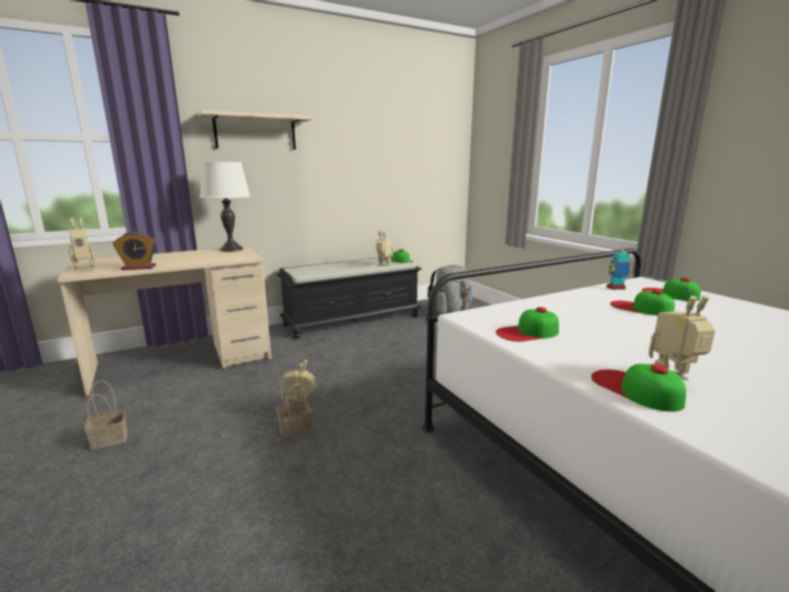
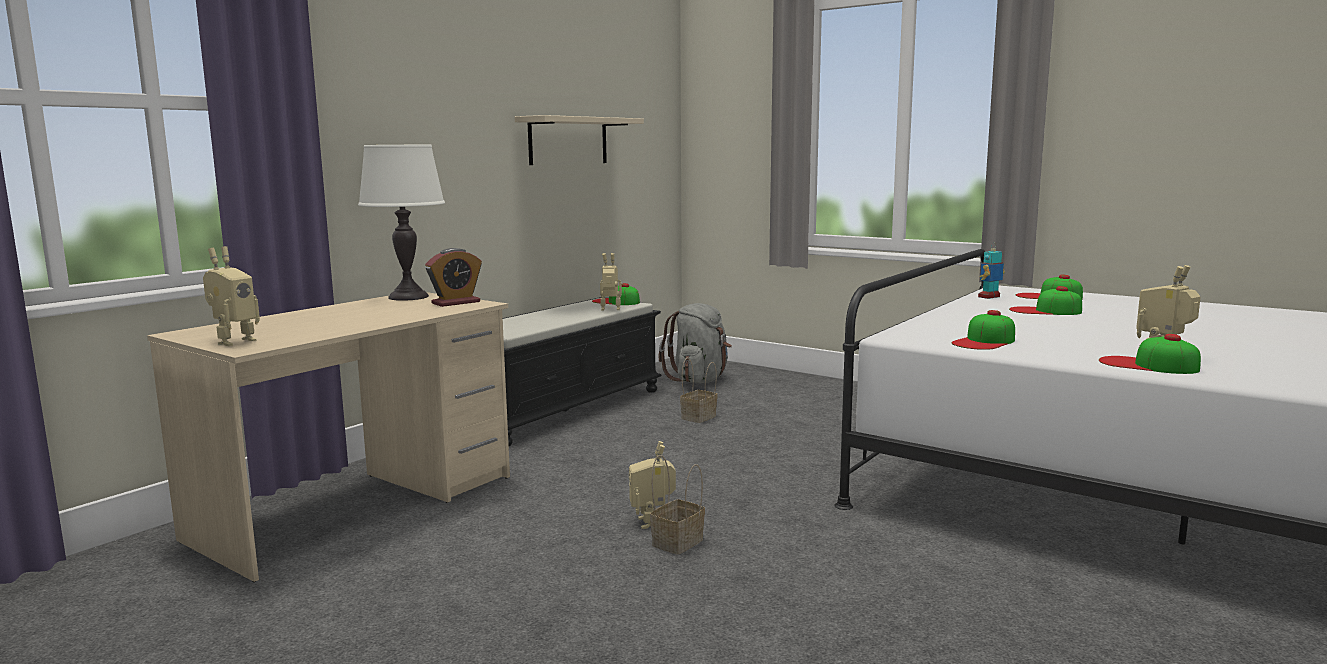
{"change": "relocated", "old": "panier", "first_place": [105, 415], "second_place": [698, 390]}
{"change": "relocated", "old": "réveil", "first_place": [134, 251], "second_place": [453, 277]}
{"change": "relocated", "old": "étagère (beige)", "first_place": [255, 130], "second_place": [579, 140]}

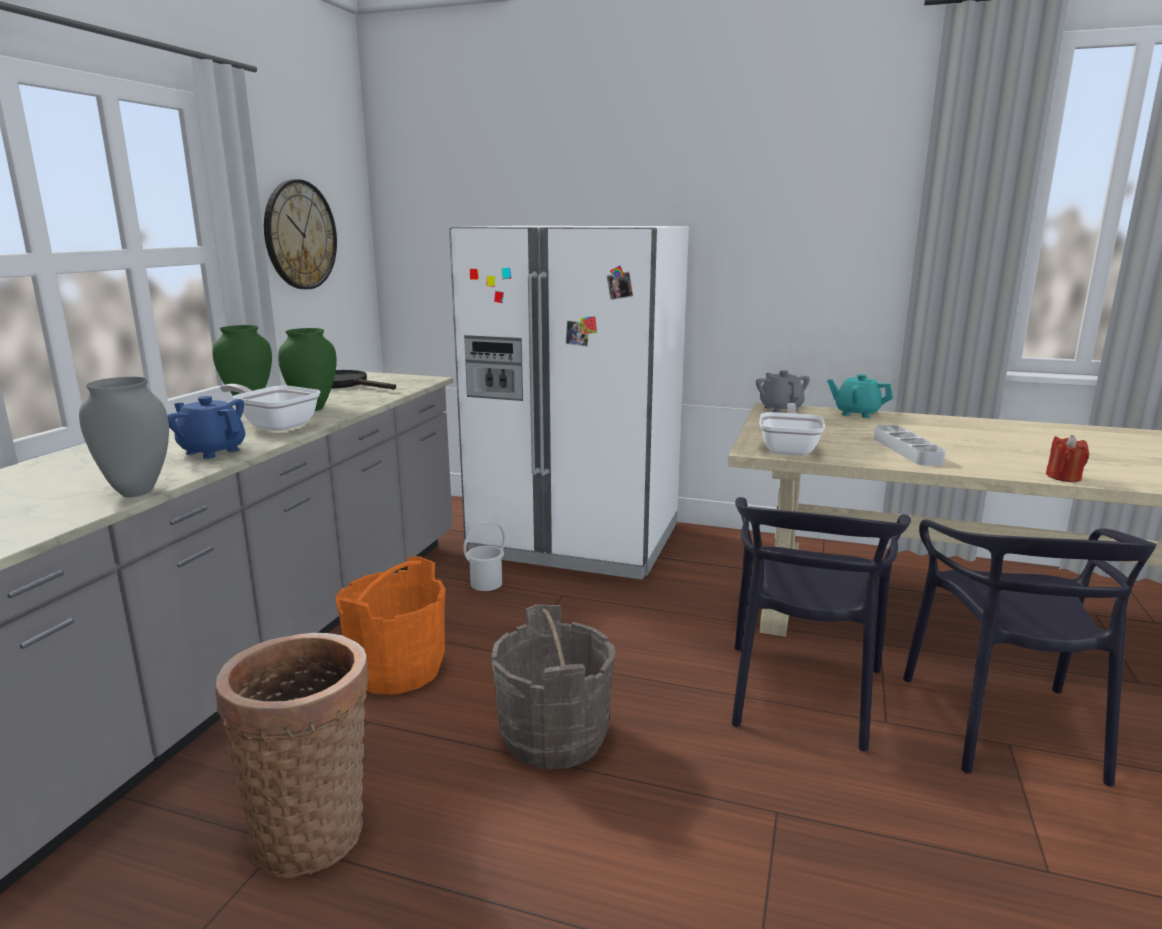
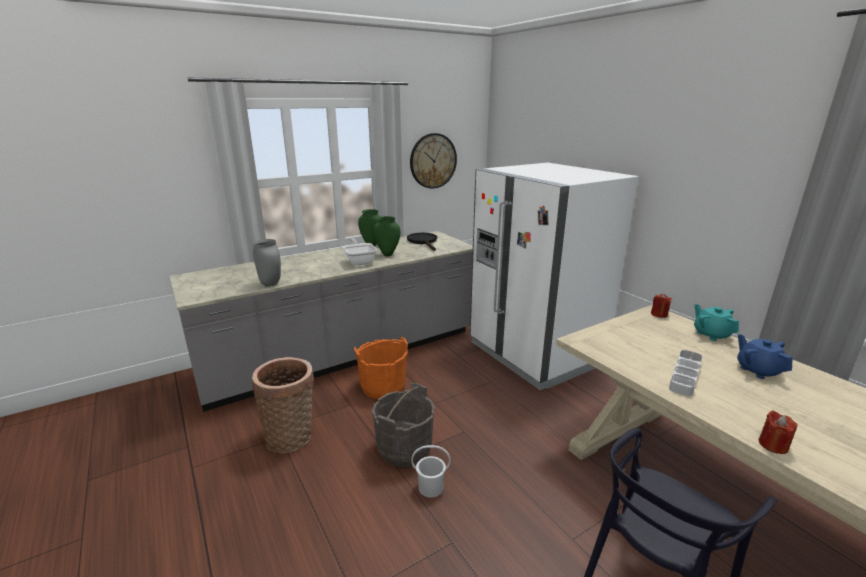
{"change": "relocated", "old": "théière (bleu)", "first_place": [206, 427], "second_place": [765, 356]}
{"change": "relocated", "old": "seau (blanc)", "first_place": [484, 556], "second_place": [431, 471]}
{"change": "missing", "old": "chaise (noir)", "first_place": [821, 624]}
{"change": "exchanged", "old": "théière (gris)", "new": "bougie (rouge)", "first_place": [783, 391], "second_place": [661, 306]}
{"change": "missing", "old": "poêle", "first_place": [792, 429]}

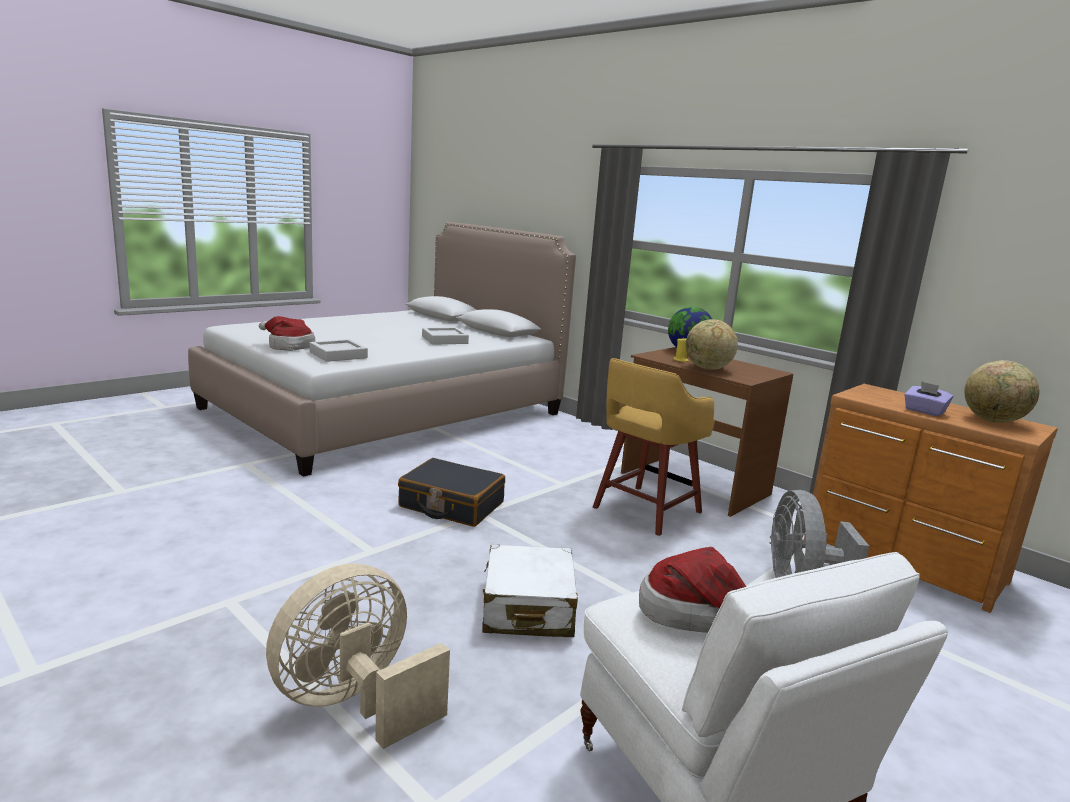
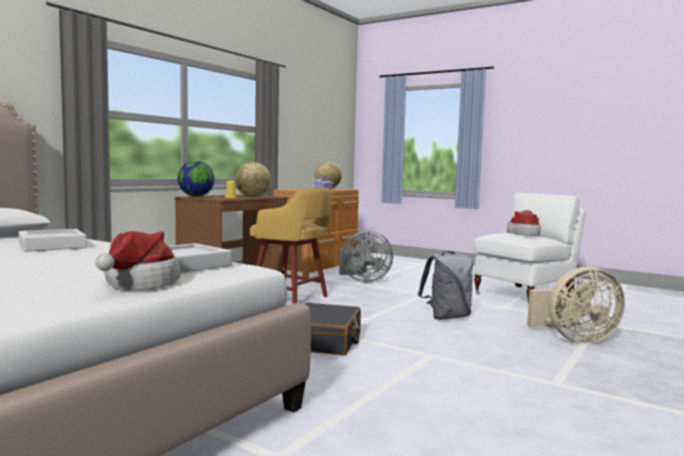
{"change": "spun", "old": "ventilateur (beige)", "first_place": [358, 656], "second_place": [576, 304], "degrees": -45}
{"change": "exchanged", "old": "valise (blanc)", "new": "sac à dos (gris)", "first_place": [530, 590], "second_place": [445, 285]}

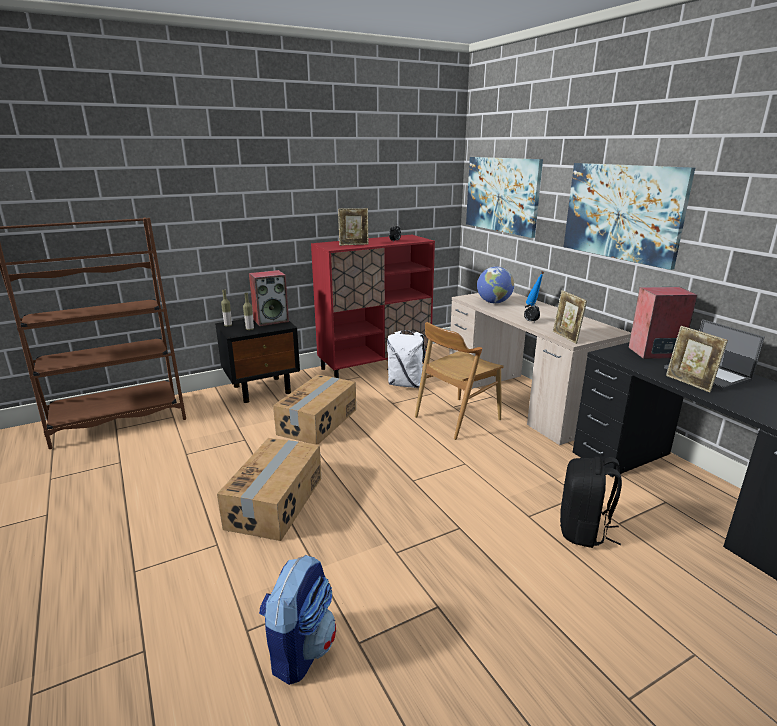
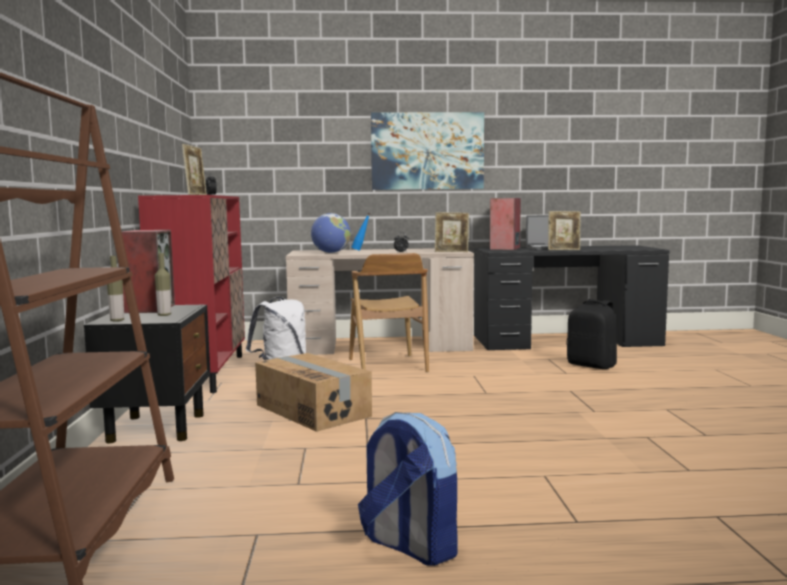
{"change": "missing", "old": "carton", "first_place": [269, 489]}
{"change": "relocated", "old": "sac à dos", "first_place": [297, 620], "second_place": [408, 489]}
{"change": "missing", "old": "tableau", "first_place": [504, 197]}

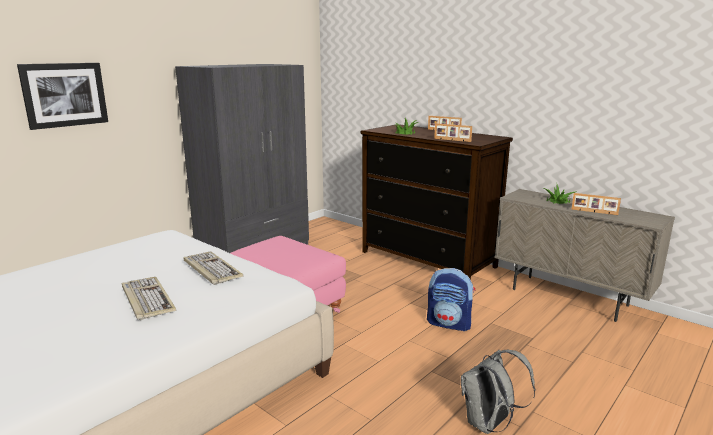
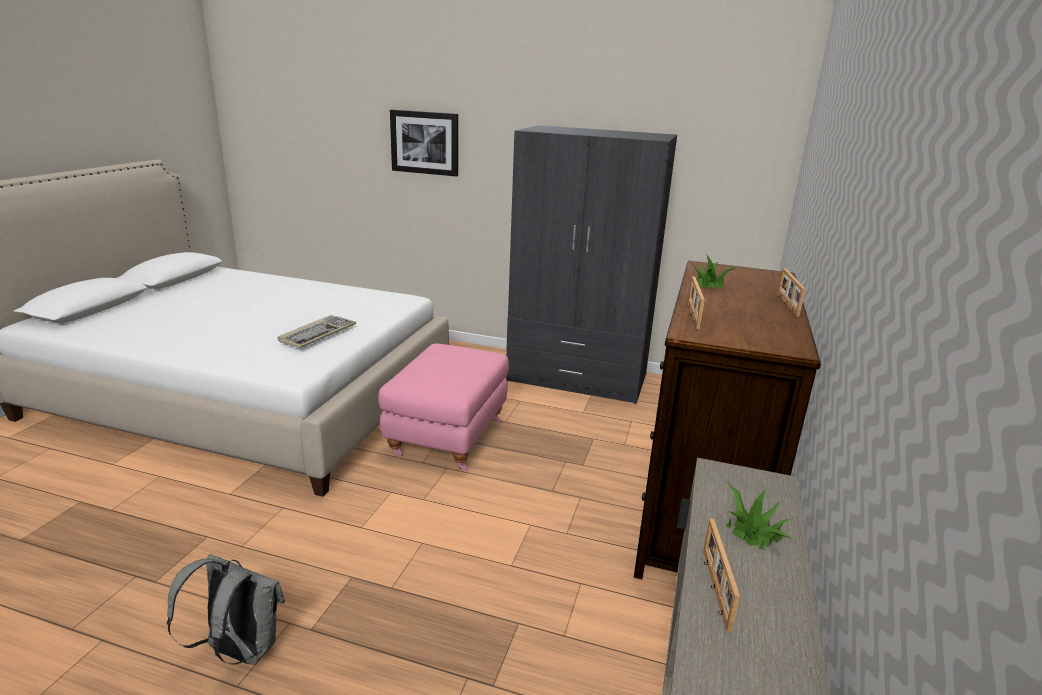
{"change": "missing", "old": "clavier", "first_place": [149, 298]}
{"change": "missing", "old": "sac à dos", "first_place": [451, 299]}

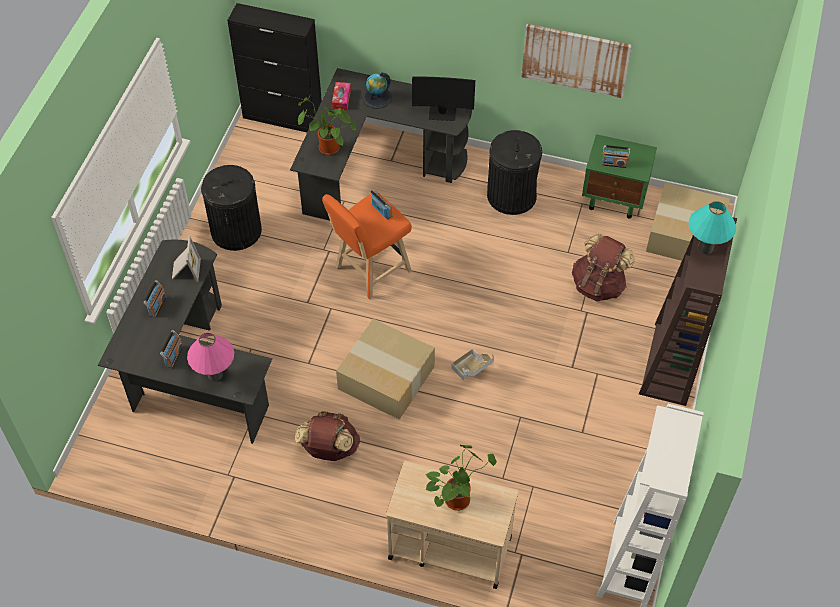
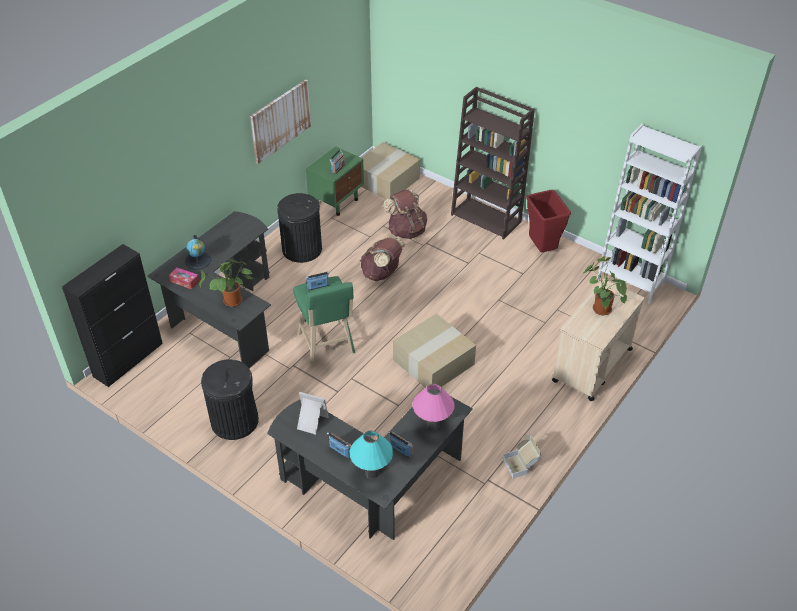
{"change": "relocated", "old": "sac à dos (marron)", "first_place": [327, 436], "second_place": [383, 259]}
{"change": "colour", "old": "tabouret (orange)", "new": "tabouret (vert)", "first_place": [367, 246], "second_place": [324, 320]}
{"change": "missing", "old": "écran d'ordinateur", "first_place": [443, 98]}
{"change": "relocated", "old": "carton", "first_place": [472, 364], "second_place": [522, 456]}
{"change": "relocated", "old": "lampe de table (turquoise)", "first_place": [712, 227], "second_place": [371, 454]}
{"change": "appeared", "new": "poubelle (rouge)", "second_place": [548, 221]}

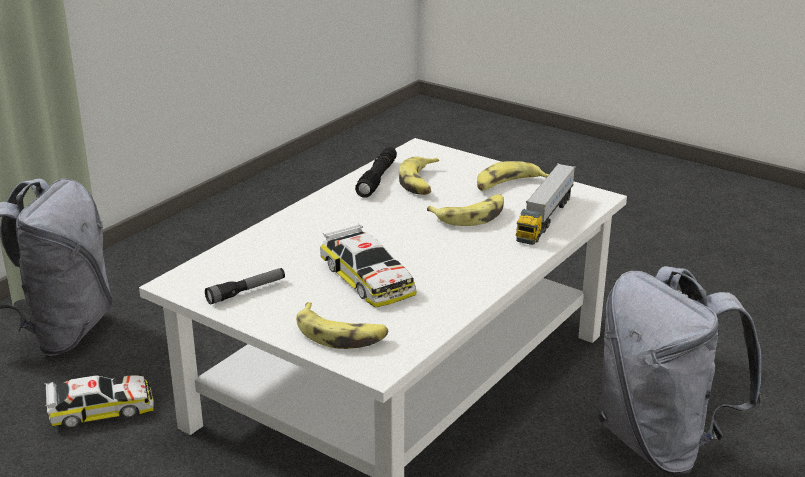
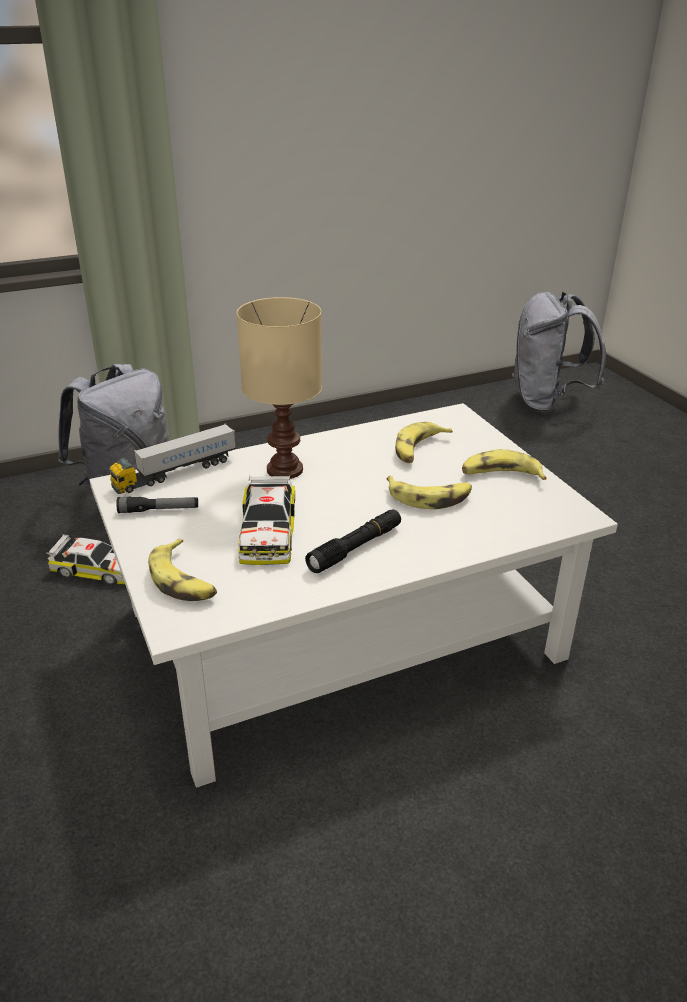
{"change": "relocated", "old": "lampe de poche (noir)", "first_place": [376, 172], "second_place": [353, 541]}
{"change": "relocated", "old": "camion jouet", "first_place": [545, 204], "second_place": [172, 458]}
{"change": "relocated", "old": "sac à dos (gris)", "first_place": [680, 370], "second_place": [559, 353]}
{"change": "appeared", "new": "lampe de table (beige)", "second_place": [279, 388]}

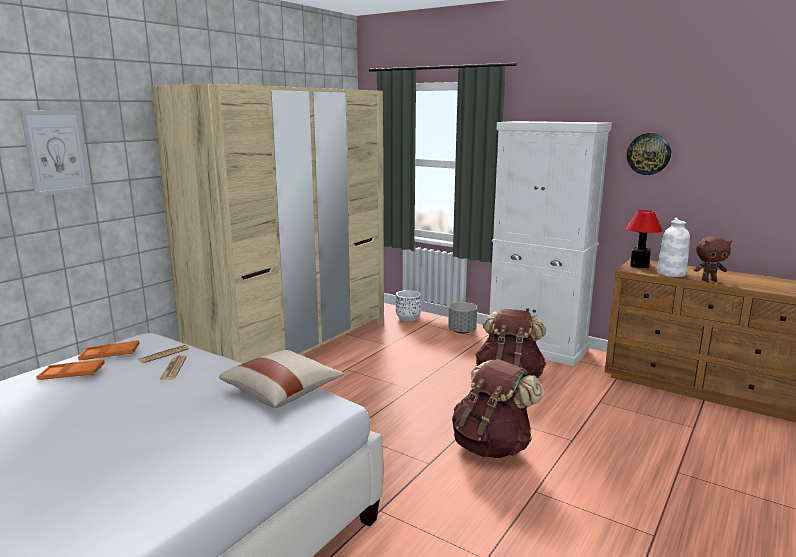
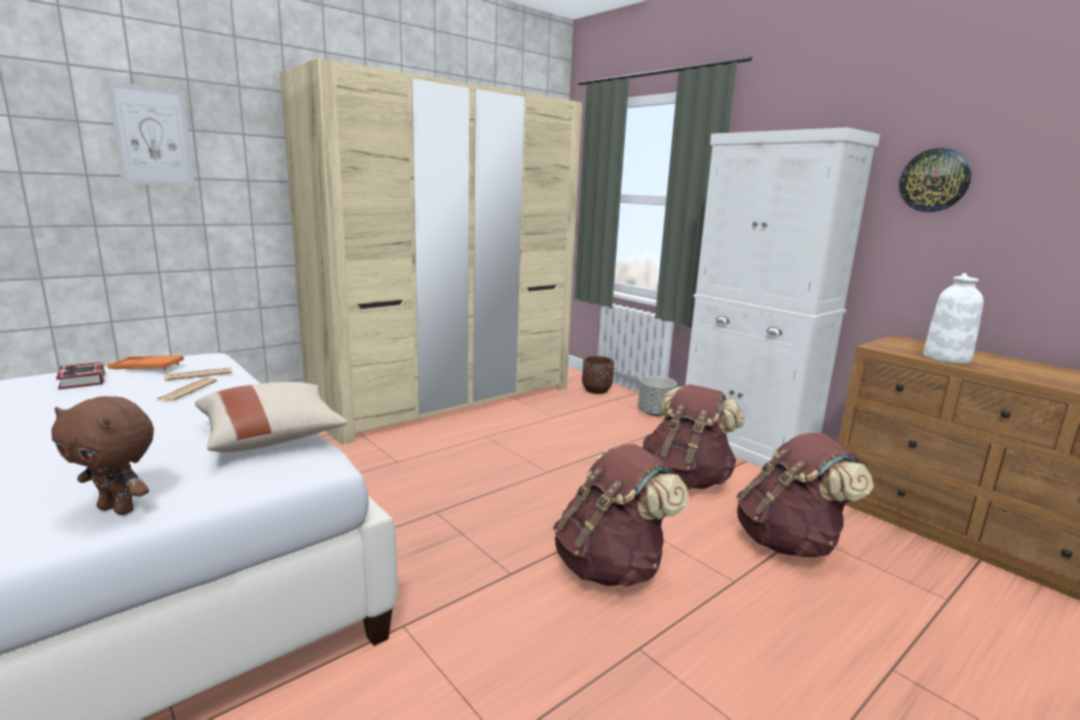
{"change": "exchanged", "old": "plateau (orange)", "new": "livre", "first_place": [70, 369], "second_place": [80, 376]}
{"change": "colour", "old": "cache-pot (blanc)", "new": "cache-pot (marron)", "first_place": [408, 306], "second_place": [598, 375]}
{"change": "missing", "old": "lampe de table", "first_place": [644, 239]}
{"change": "relocated", "old": "peluche (marron)", "first_place": [713, 258], "second_place": [102, 455]}
{"change": "appeared", "new": "sac à dos (marron)", "second_place": [805, 494]}

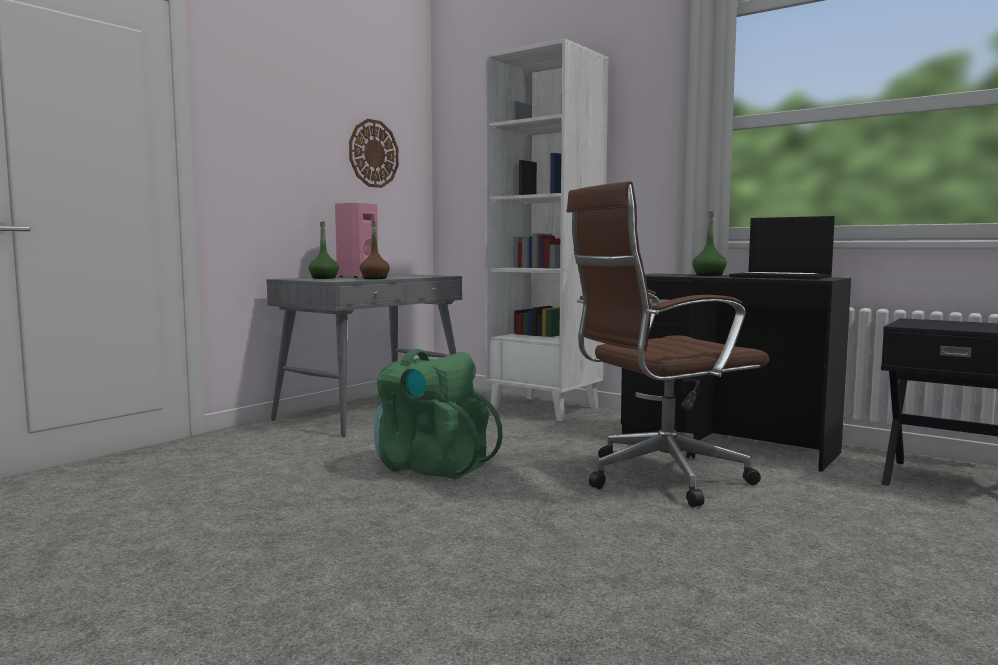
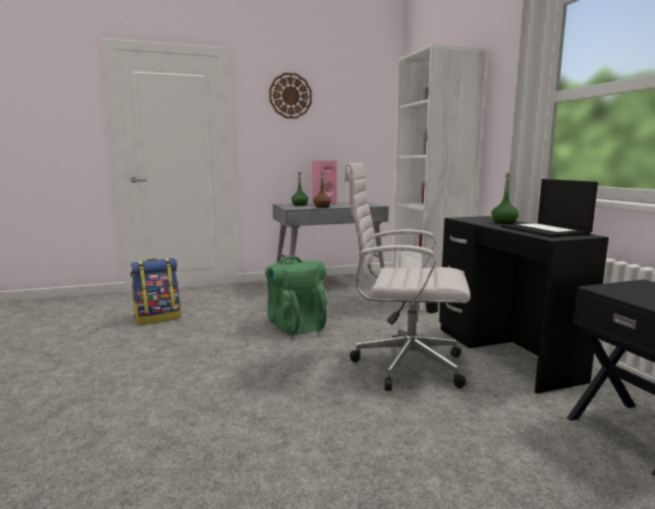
{"change": "relocated", "old": "horloge murale", "first_place": [374, 153], "second_place": [290, 96]}
{"change": "colour", "old": "chaise de bureau (marron)", "new": "chaise de bureau (blanc)", "first_place": [667, 344], "second_place": [407, 277]}
{"change": "appeared", "new": "sac à dos", "second_place": [155, 291]}

